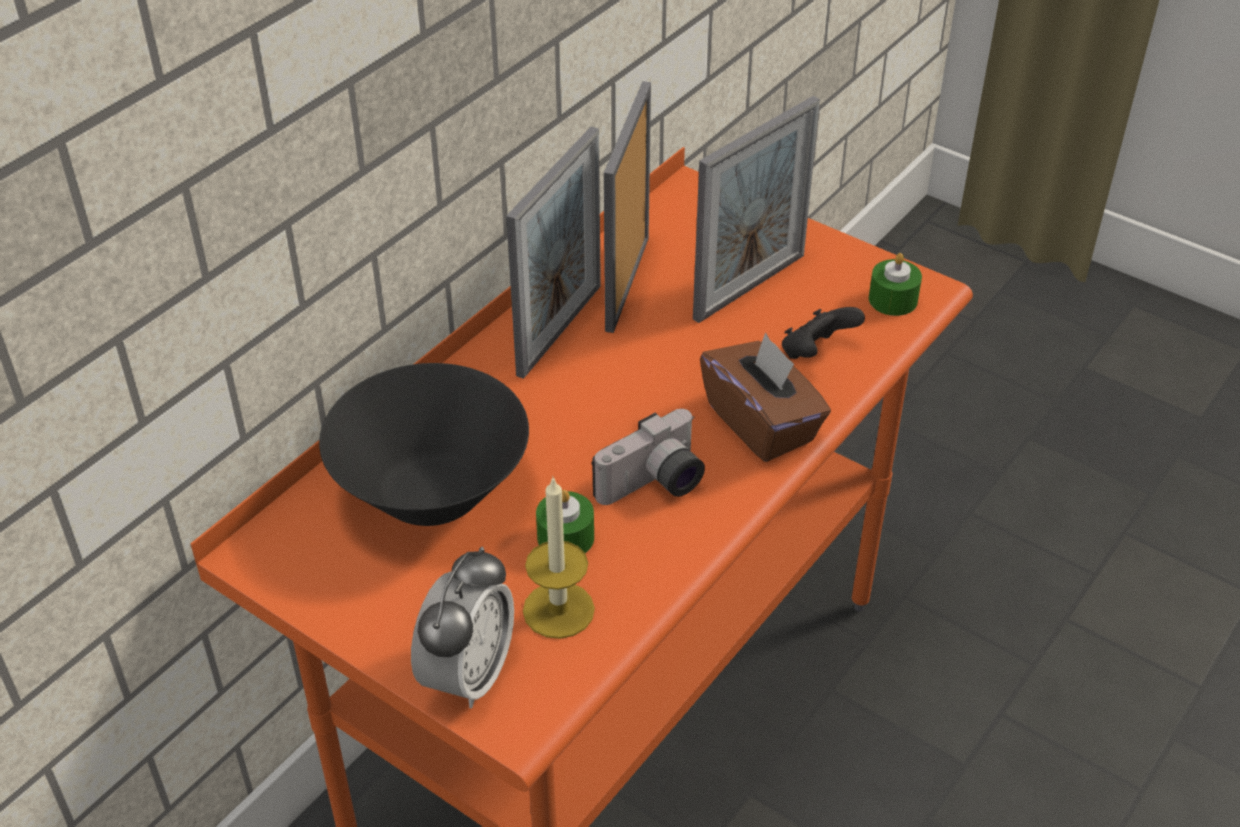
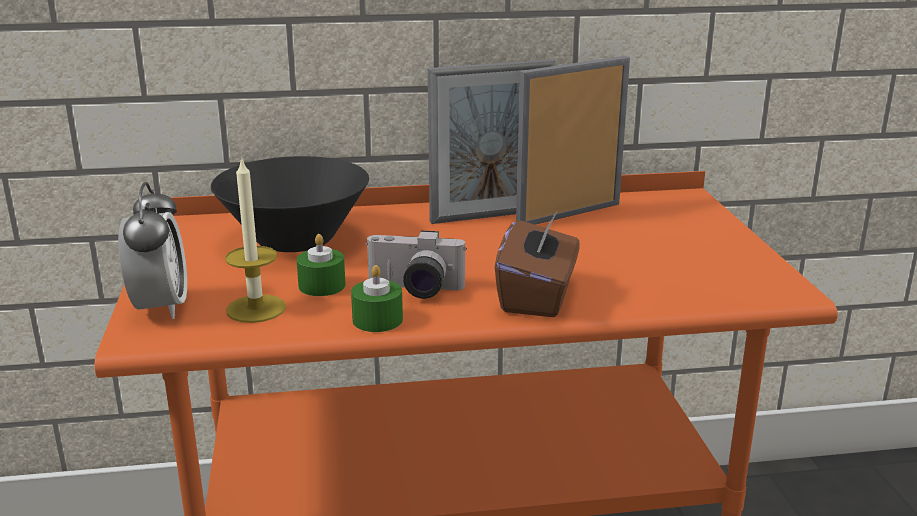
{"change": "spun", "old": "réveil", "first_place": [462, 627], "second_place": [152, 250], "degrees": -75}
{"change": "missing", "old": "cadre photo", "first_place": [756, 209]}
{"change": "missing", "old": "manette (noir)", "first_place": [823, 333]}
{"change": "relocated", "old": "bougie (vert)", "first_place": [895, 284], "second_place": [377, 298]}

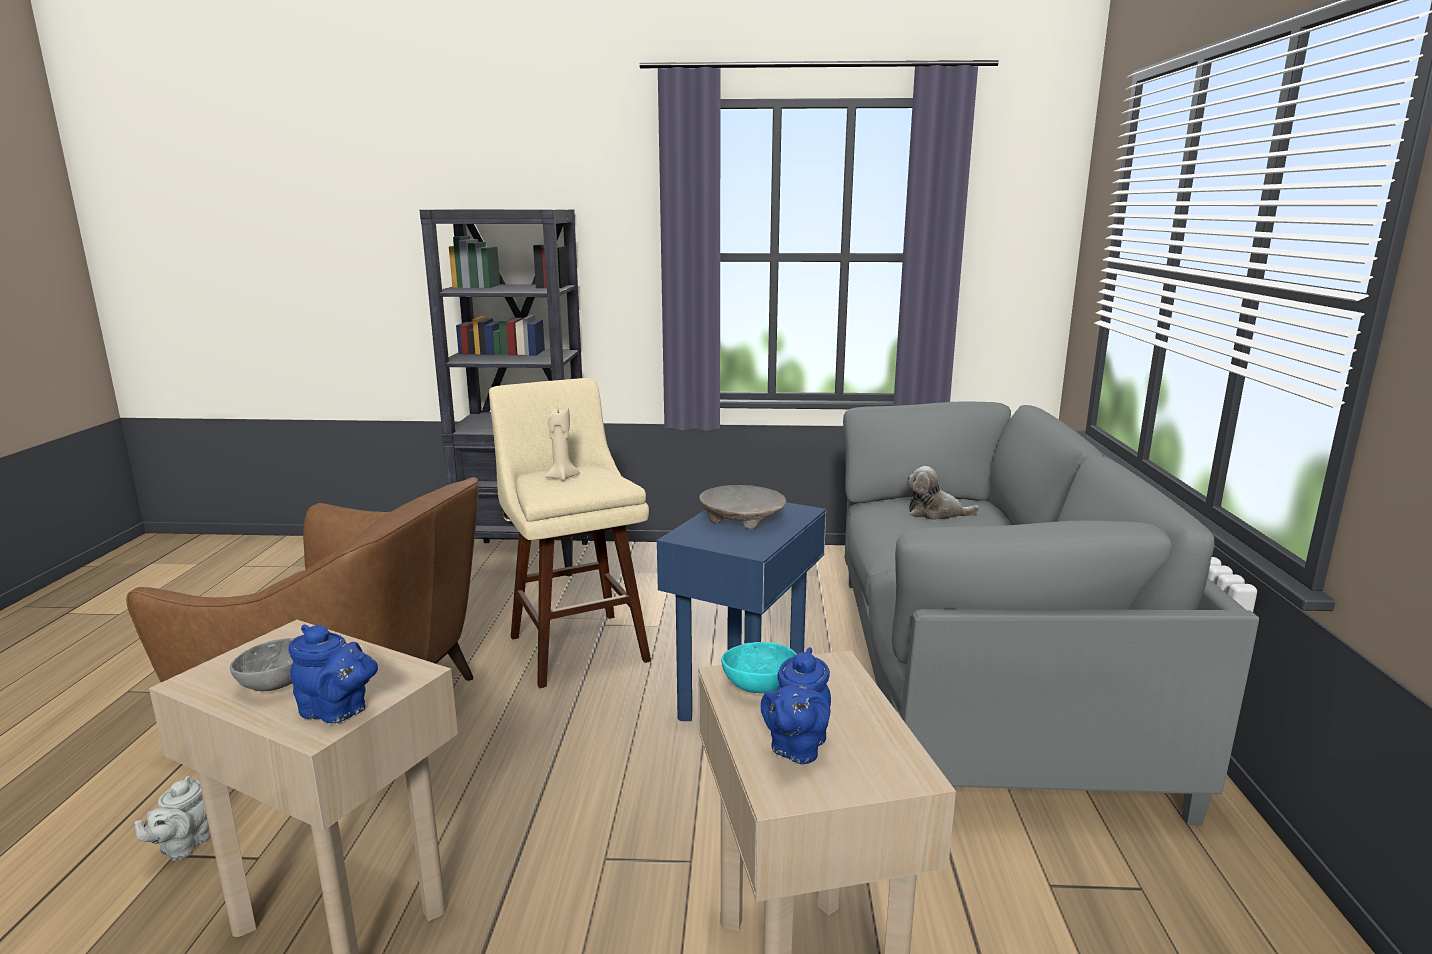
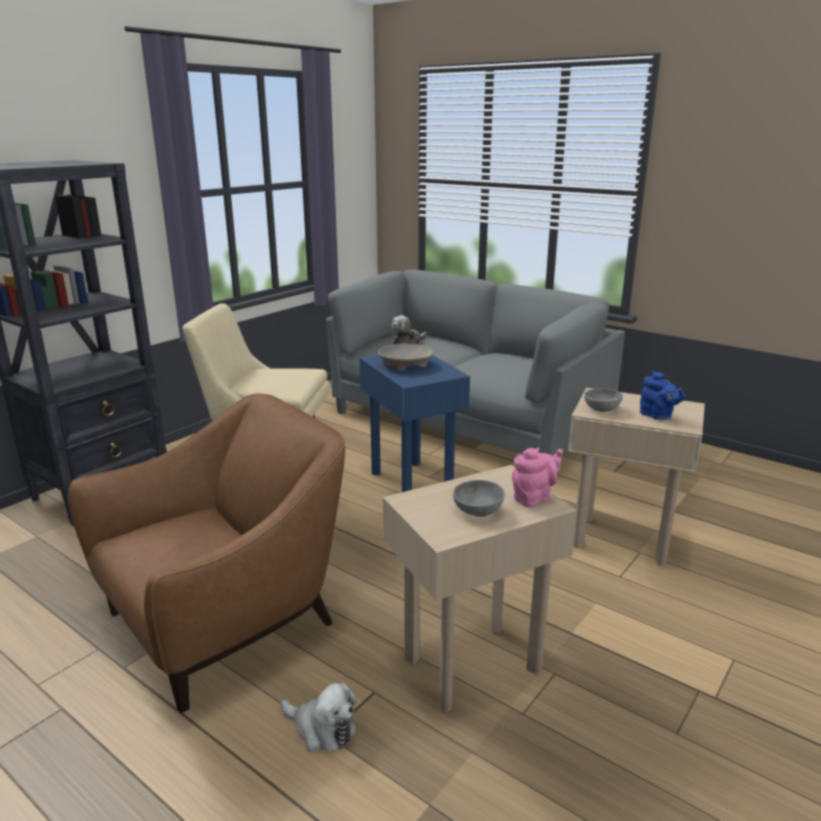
{"change": "exchanged", "old": "théière (gris)", "new": "peluche", "first_place": [172, 818], "second_place": [318, 717]}
{"change": "colour", "old": "théière (bleu)", "new": "théière (rose)", "first_place": [333, 673], "second_place": [537, 477]}
{"change": "missing", "old": "bougie (beige)", "first_place": [562, 444]}
{"change": "colour", "old": "bol (turquoise)", "new": "bol (gris)", "first_place": [759, 667], "second_place": [603, 400]}

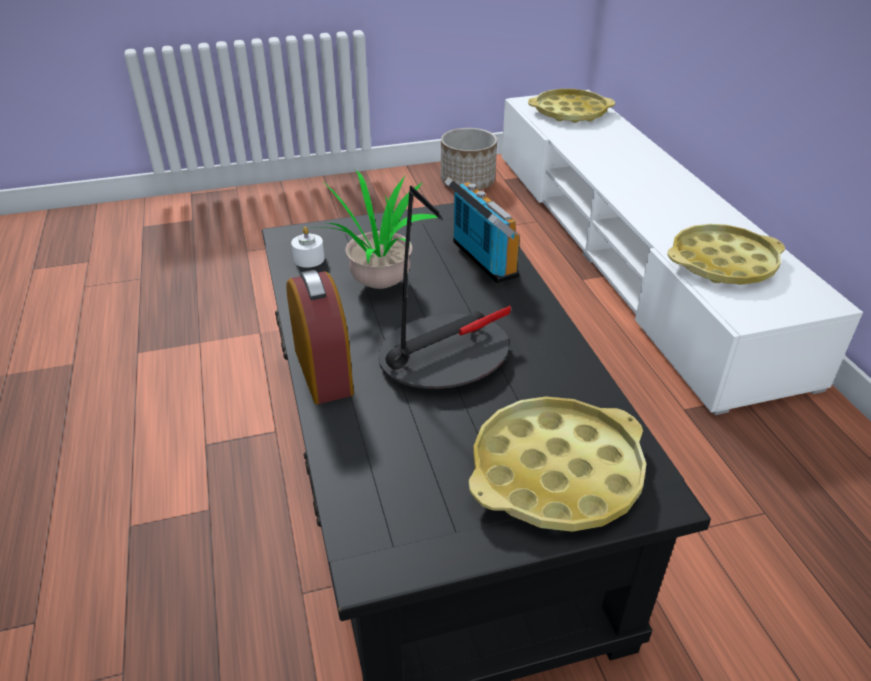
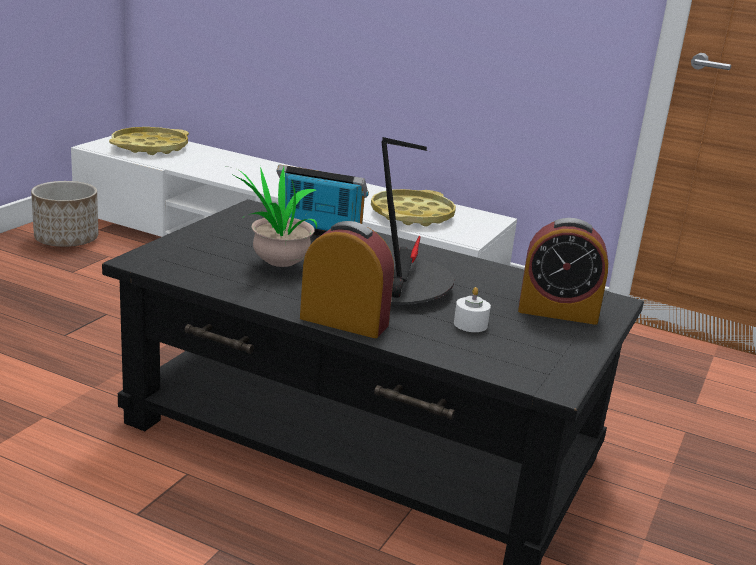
{"change": "relocated", "old": "bougie (blanc)", "first_place": [308, 247], "second_place": [472, 309]}
{"change": "exchanged", "old": "plateau (jaune)", "new": "réveil", "first_place": [557, 464], "second_place": [563, 271]}

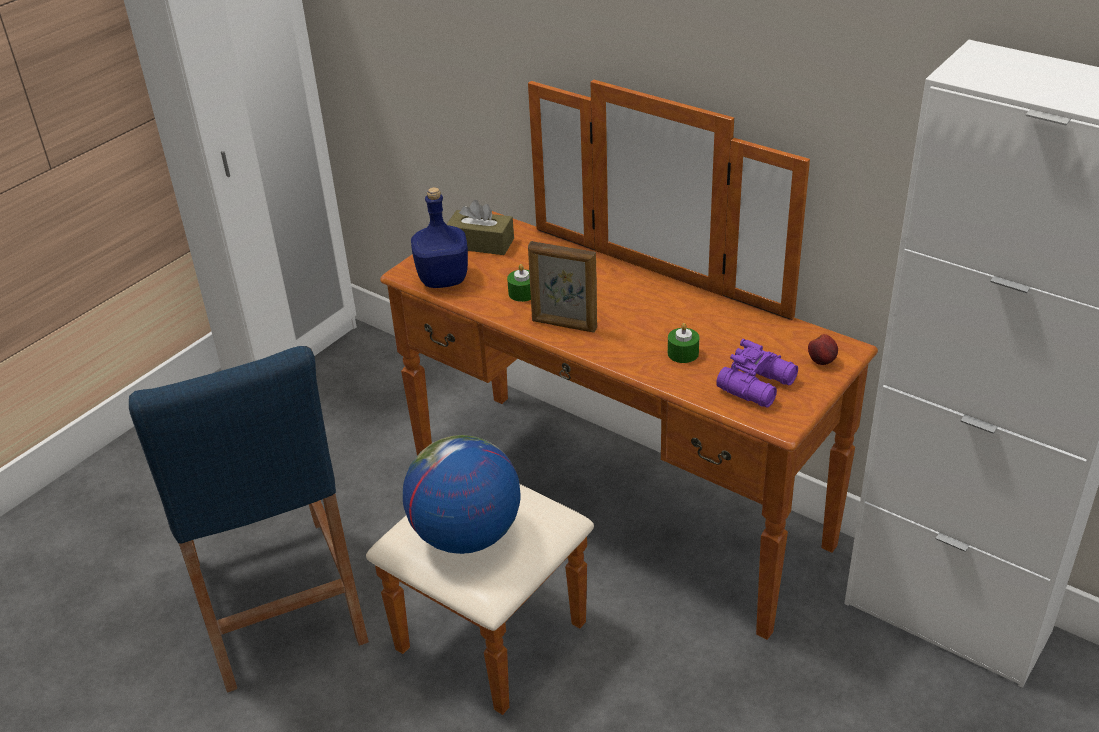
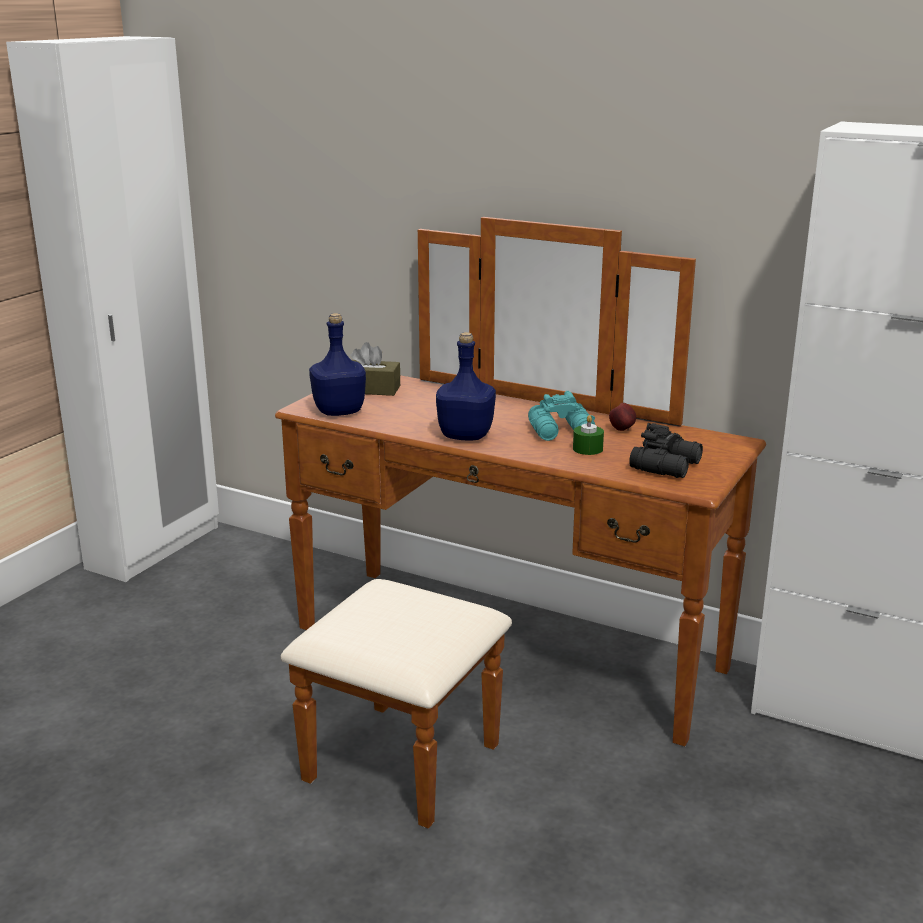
{"change": "missing", "old": "tabouret (bleu)", "first_place": [249, 519]}
{"change": "missing", "old": "globe", "first_place": [462, 494]}
{"change": "missing", "old": "bougie (vert)", "first_place": [519, 283]}
{"change": "exchanged", "old": "cadre photo", "new": "bouteille (bleu)", "first_place": [562, 287], "second_place": [466, 386]}
{"change": "colour", "old": "jumelles (violet)", "new": "jumelles (noir)", "first_place": [757, 373], "second_place": [666, 450]}
{"change": "relocated", "old": "pomme", "first_place": [823, 349], "second_place": [622, 417]}
{"change": "appeared", "new": "jumelles (turquoise)", "second_place": [561, 416]}

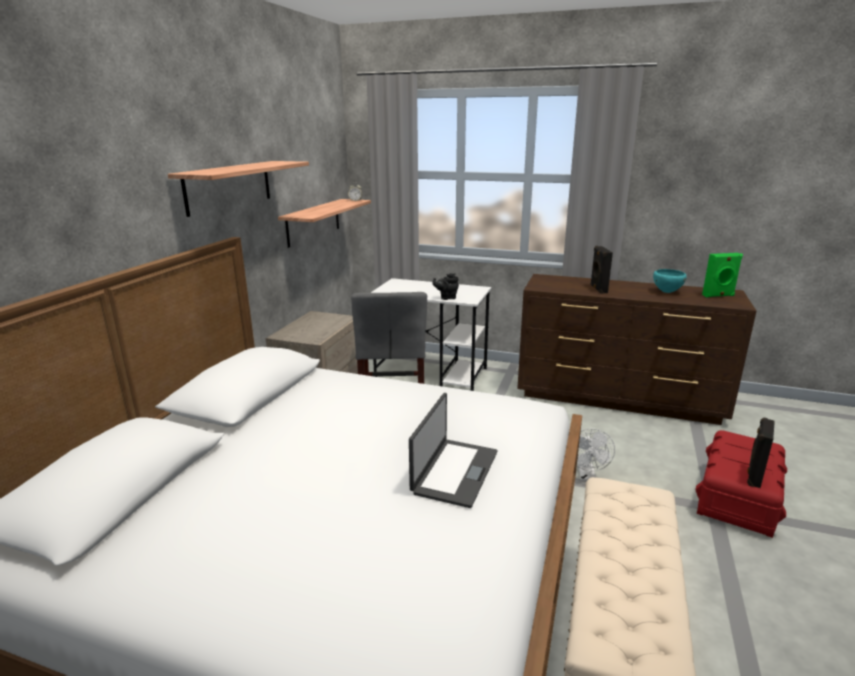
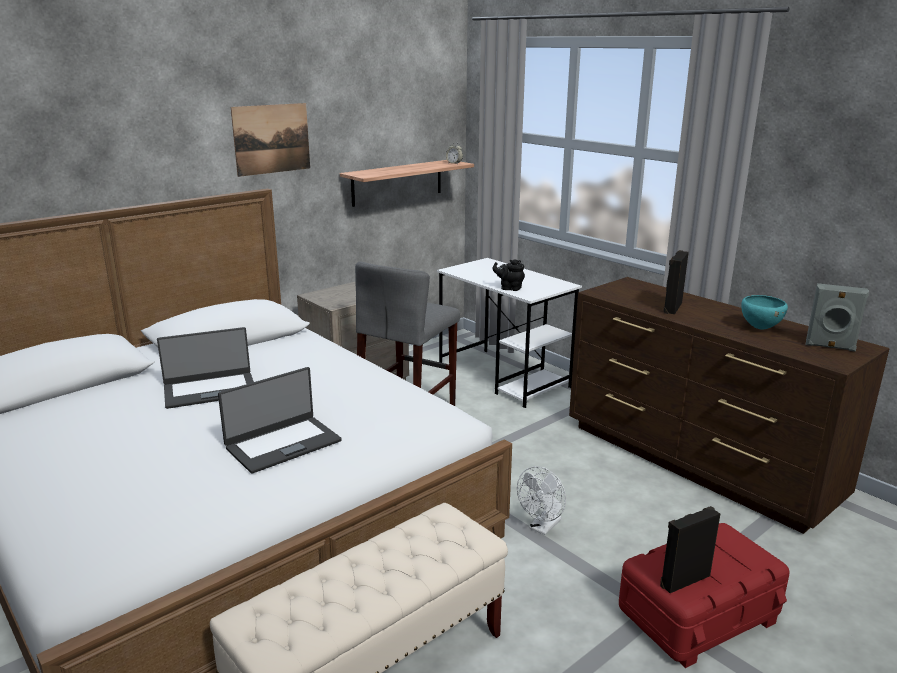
{"change": "exchanged", "old": "étagère", "new": "tableau", "first_place": [238, 189], "second_place": [270, 140]}
{"change": "colour", "old": "enceinte (vert)", "new": "enceinte (gris)", "first_place": [722, 275], "second_place": [837, 317]}
{"change": "appeared", "new": "ordinateur portable", "second_place": [205, 368]}

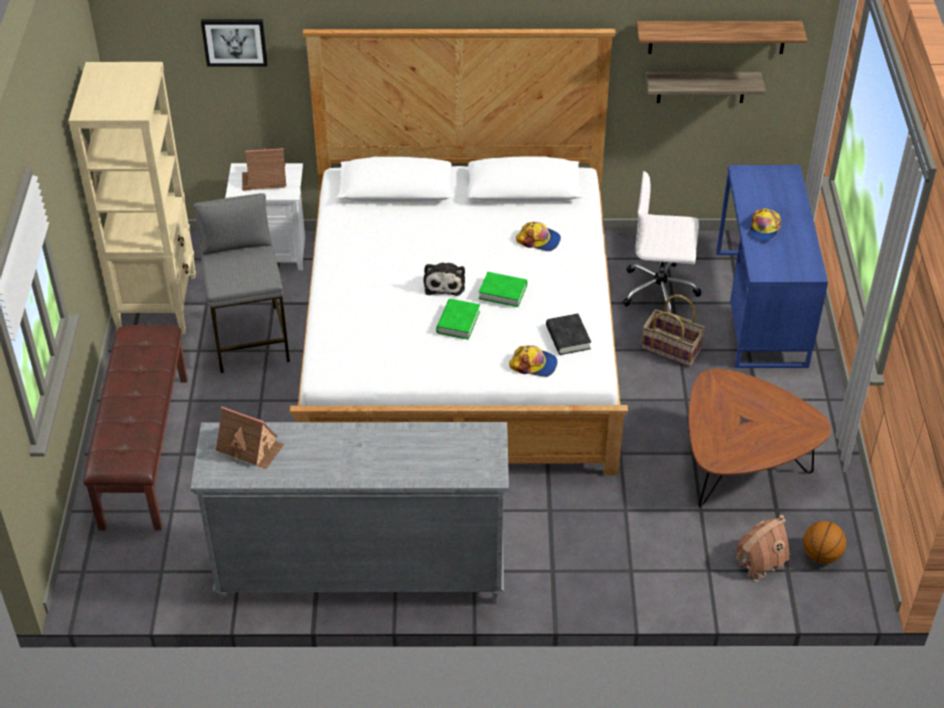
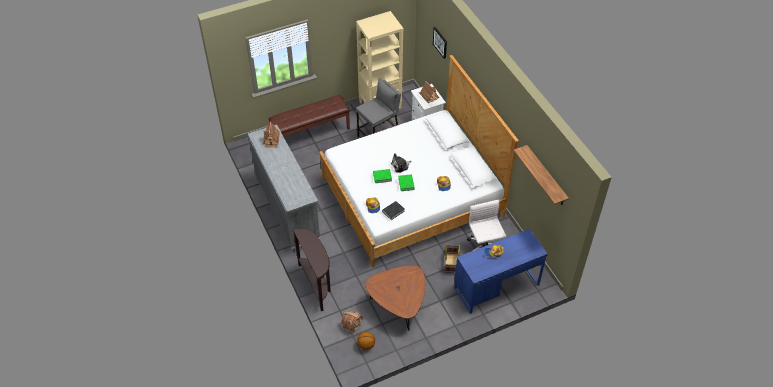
{"change": "missing", "old": "étagère", "first_place": [705, 87]}
{"change": "appeared", "new": "table console (marron)", "second_place": [312, 270]}

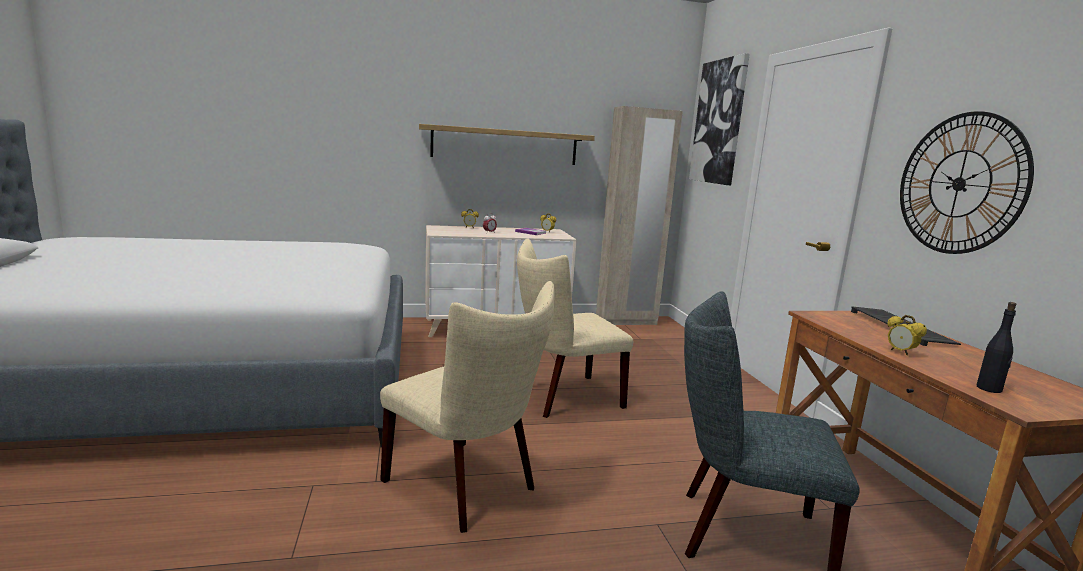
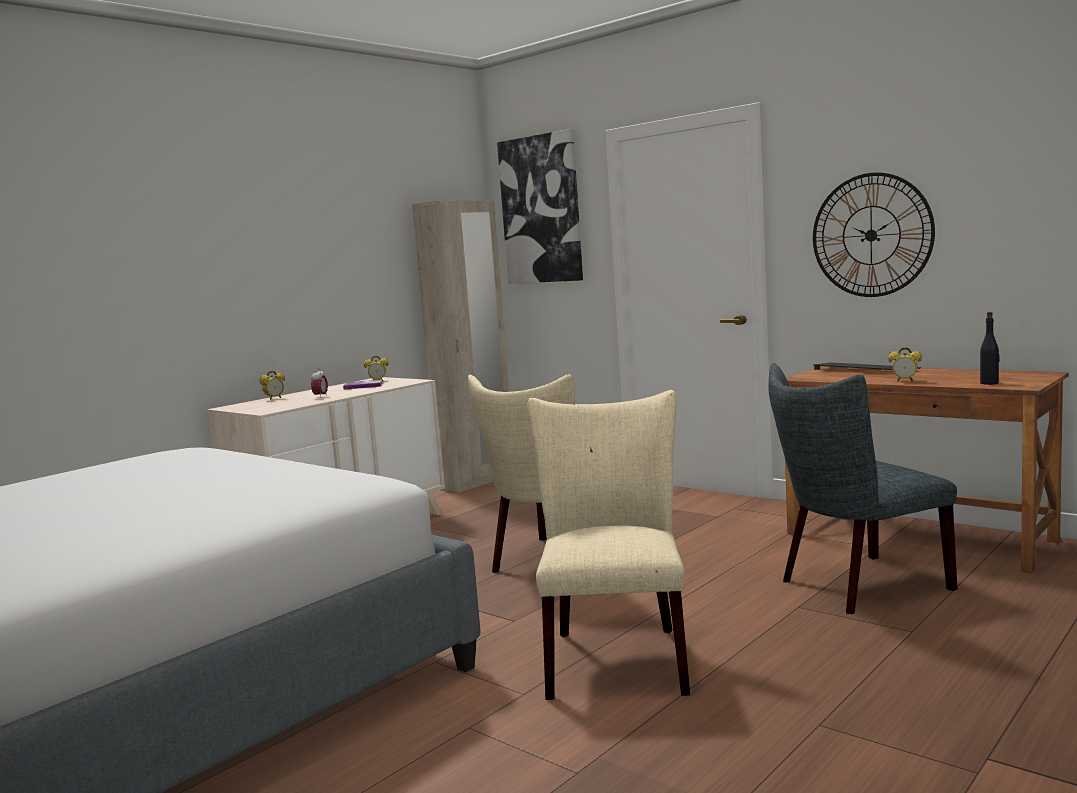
{"change": "spun", "old": "chaise (beige)", "first_place": [467, 407], "second_place": [608, 545], "degrees": -90}
{"change": "missing", "old": "étagère", "first_place": [507, 144]}

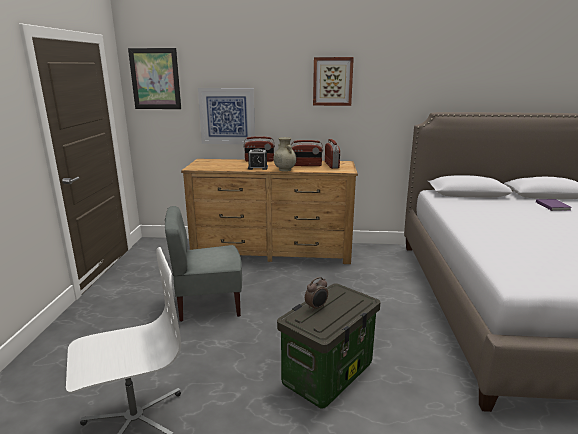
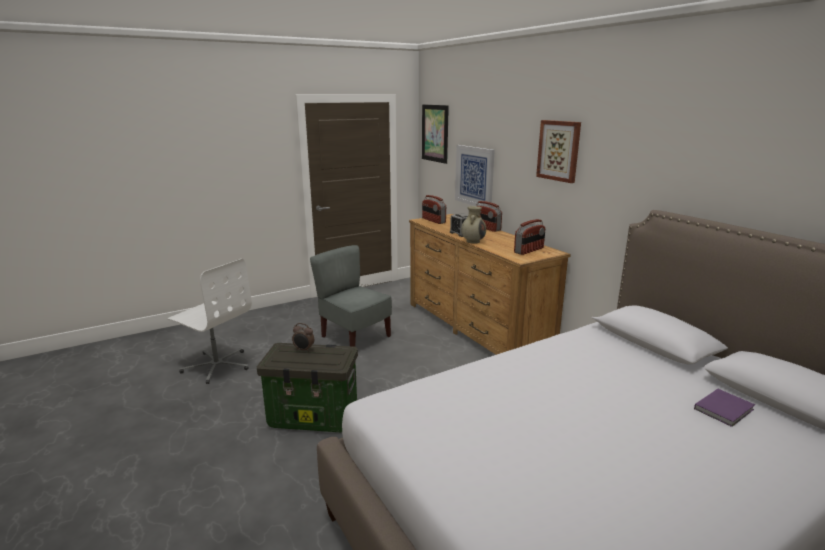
{"change": "relocated", "old": "radio", "first_place": [307, 153], "second_place": [434, 209]}

